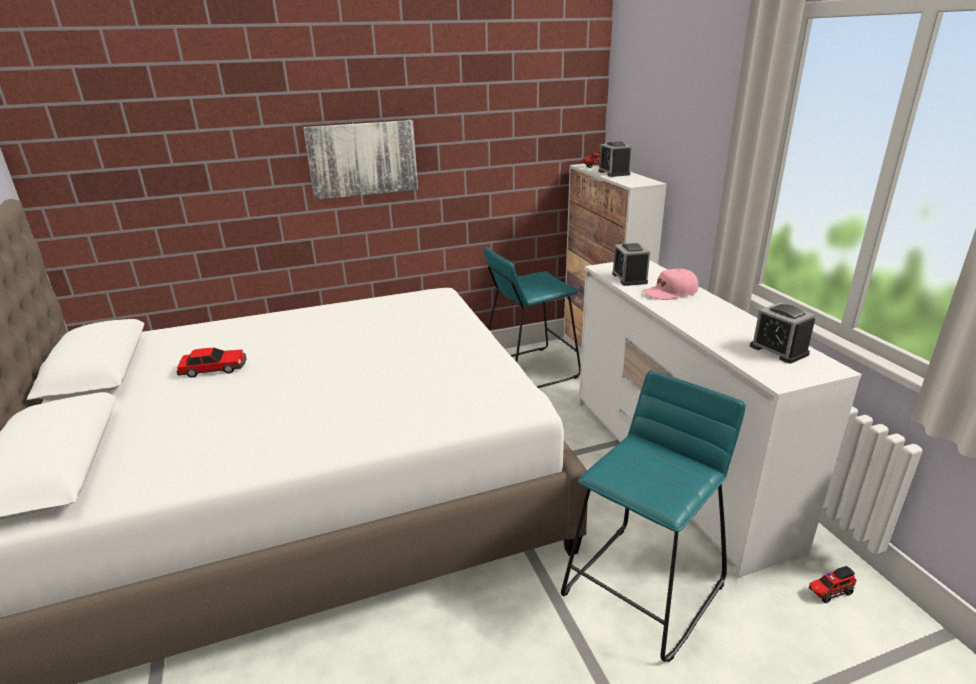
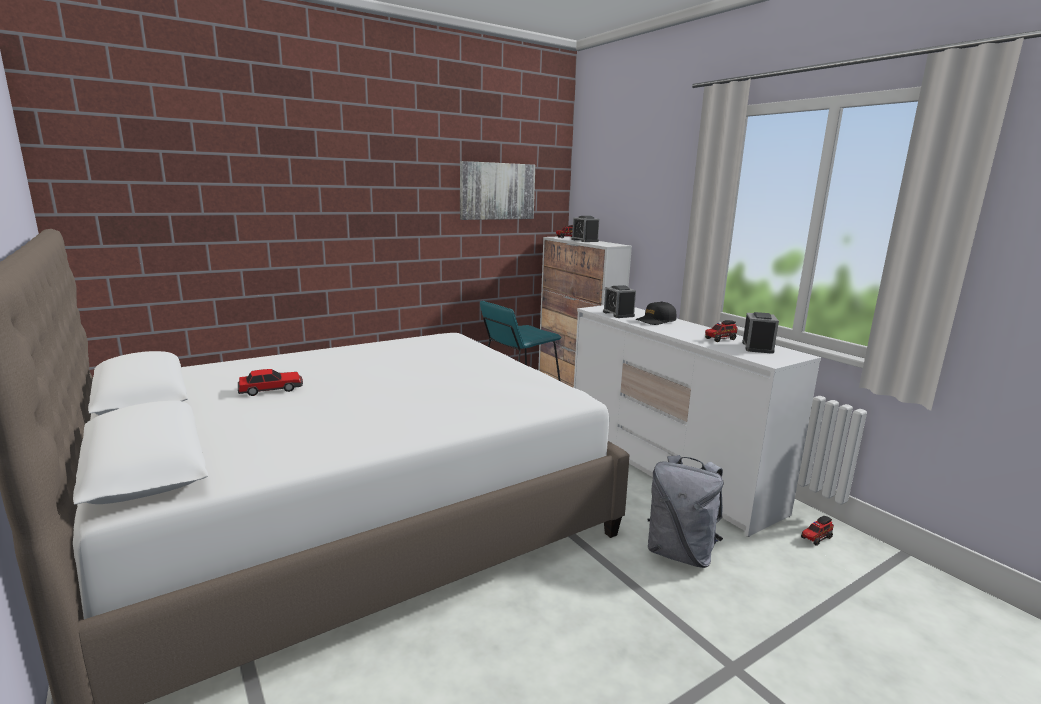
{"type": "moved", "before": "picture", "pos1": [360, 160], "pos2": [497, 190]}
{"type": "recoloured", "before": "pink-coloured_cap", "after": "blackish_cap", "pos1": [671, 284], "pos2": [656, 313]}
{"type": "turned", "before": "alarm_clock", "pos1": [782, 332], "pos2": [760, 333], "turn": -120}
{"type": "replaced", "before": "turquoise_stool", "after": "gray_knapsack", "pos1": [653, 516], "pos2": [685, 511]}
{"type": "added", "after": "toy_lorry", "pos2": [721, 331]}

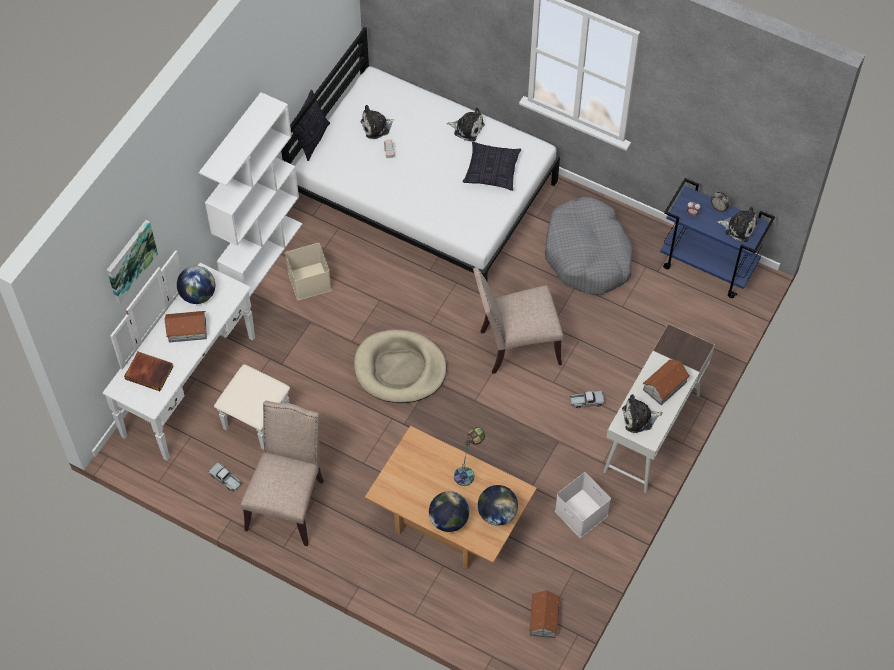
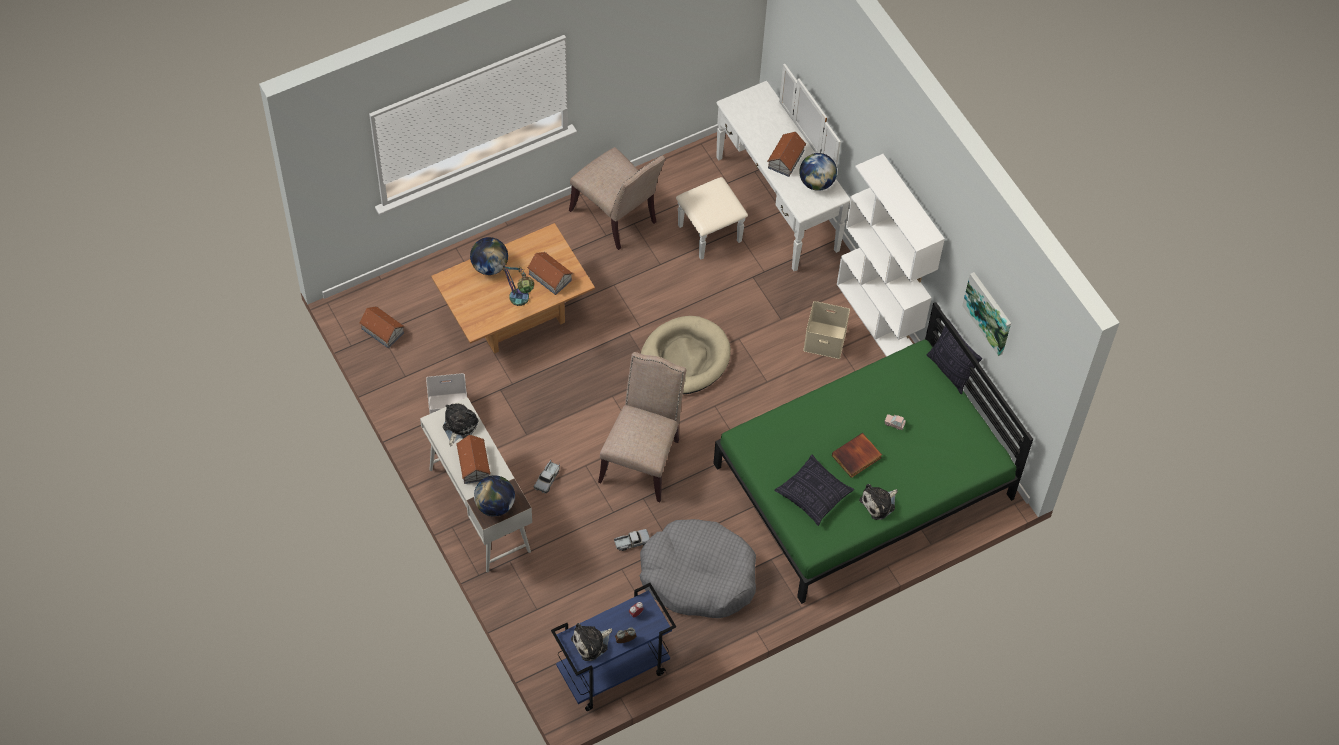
{"type": "recoloured", "before": "white-coloured_sleeping_bed", "after": "green_sleeping_bed", "pos1": [420, 154], "pos2": [873, 453]}
{"type": "removed", "before": "soft_toy", "pos1": [377, 122]}
{"type": "moved", "before": "picture", "pos1": [132, 262], "pos2": [986, 314]}
{"type": "moved", "before": "book", "pos1": [149, 371], "pos2": [857, 455]}
{"type": "moved", "before": "toy_lorry", "pos1": [224, 477], "pos2": [632, 540]}
{"type": "moved", "before": "globe", "pos1": [498, 505], "pos2": [494, 496]}
{"type": "added", "after": "model_house", "pos2": [550, 273]}

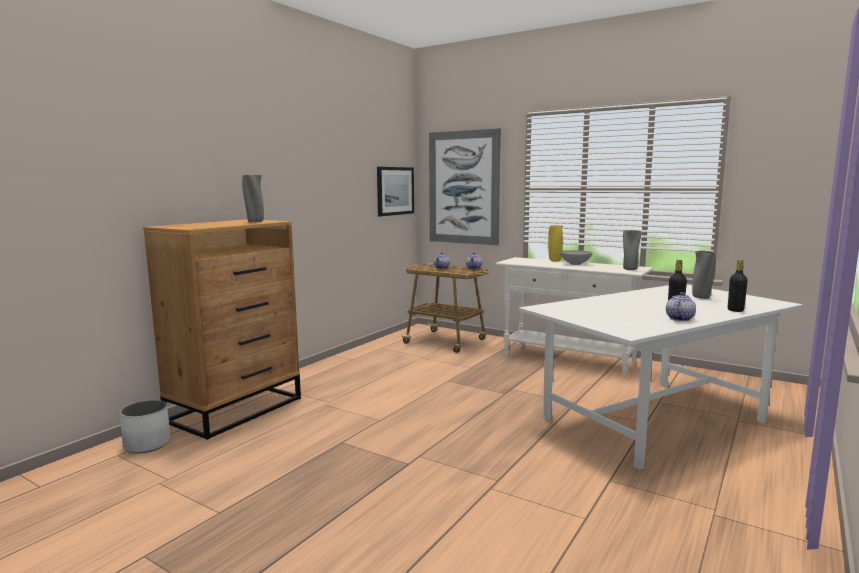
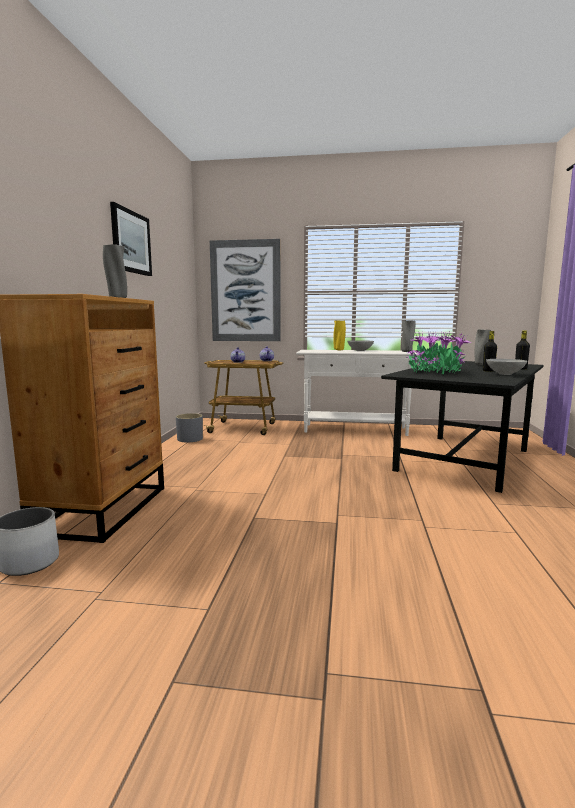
{"type": "moved", "before": "picture", "pos1": [395, 191], "pos2": [131, 239]}
{"type": "recoloured", "before": "white-coloured_dinner_table", "after": "blackish_dinner_table", "pos1": [661, 377], "pos2": [462, 427]}
{"type": "replaced", "before": "teapot", "after": "gray_serving_bowl", "pos1": [681, 306], "pos2": [506, 367]}
{"type": "added", "after": "plant_in_a_pot", "pos2": [439, 352]}
{"type": "added", "after": "gray_flower_pot", "pos2": [189, 427]}

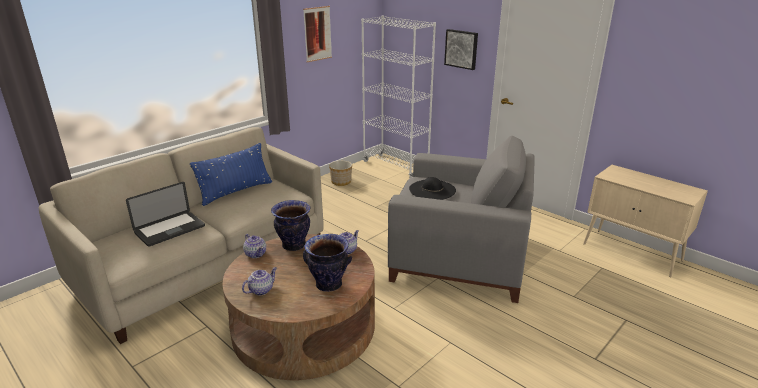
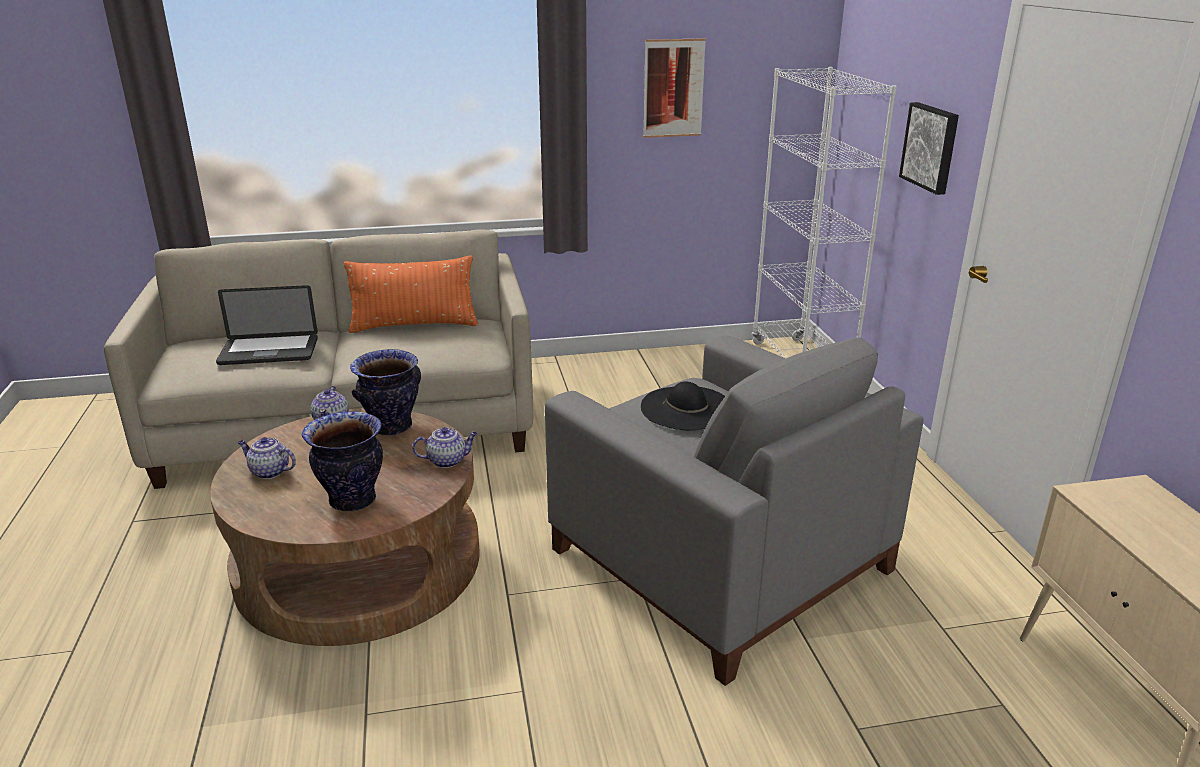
{"type": "recoloured", "before": "blue_throw_pillow", "after": "orange_throw_pillow", "pos1": [231, 174], "pos2": [411, 294]}
{"type": "removed", "before": "flower_pot", "pos1": [340, 173]}
{"type": "turned", "before": "teapot", "pos1": [259, 281], "pos2": [267, 458], "turn": -150}

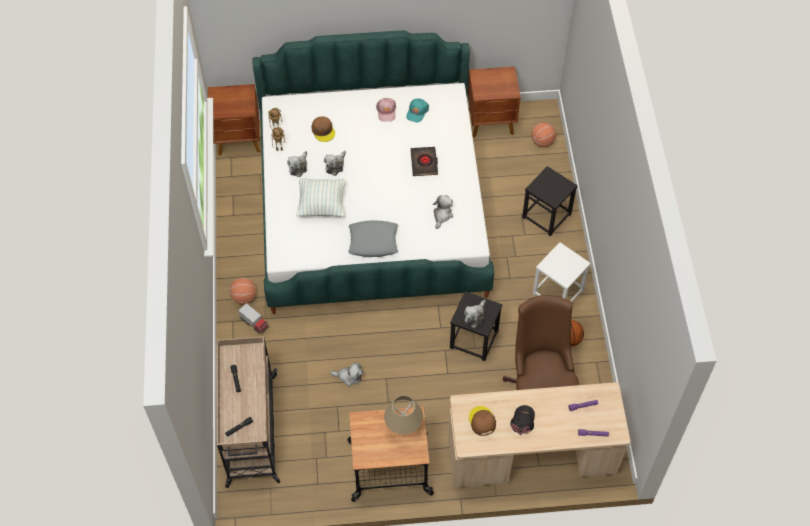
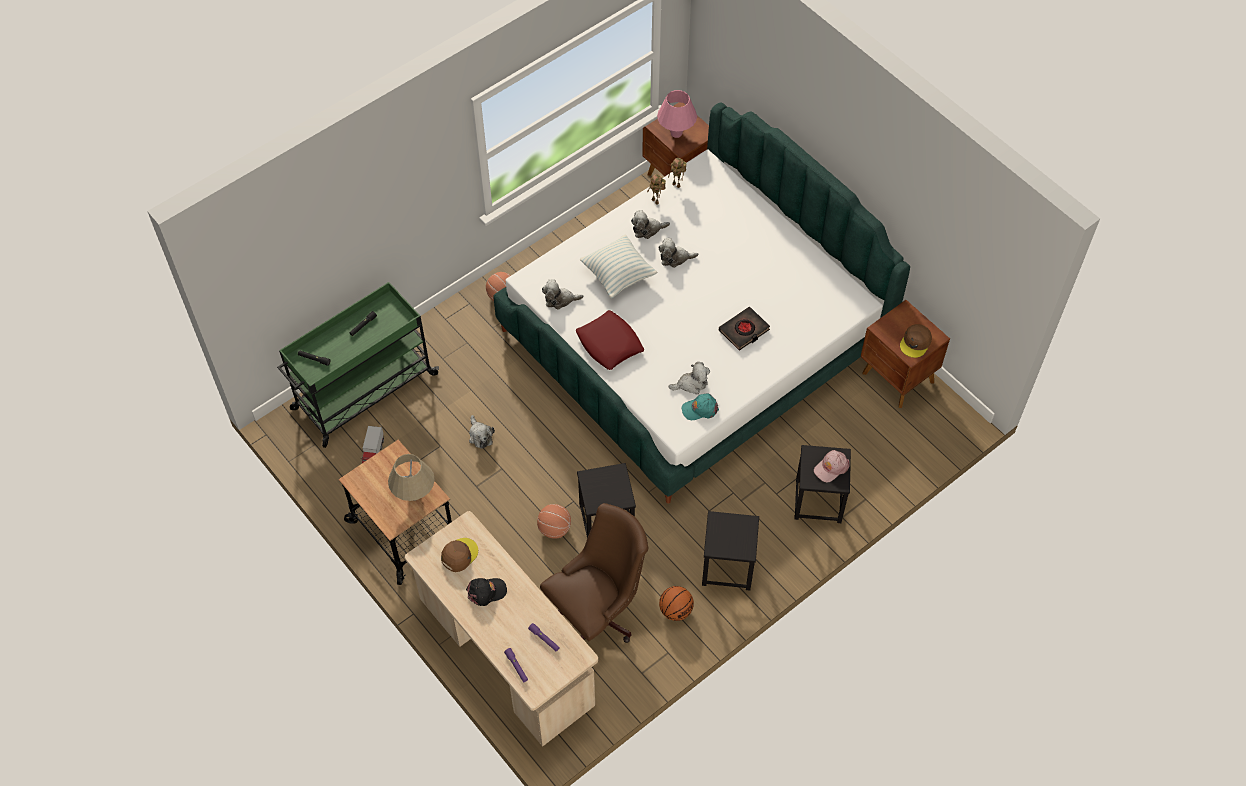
{"type": "moved", "before": "pink-coloured_cap", "pos1": [386, 110], "pos2": [832, 466]}
{"type": "moved", "before": "turquoise_cap", "pos1": [417, 110], "pos2": [700, 406]}
{"type": "moved", "before": "brown_cap", "pos1": [323, 129], "pos2": [916, 341]}
{"type": "moved", "before": "basketball_ball", "pos1": [543, 135], "pos2": [554, 521]}
{"type": "recoloured", "before": "gray_throw_pillow", "after": "red_throw_pillow", "pos1": [373, 239], "pos2": [610, 340]}
{"type": "recoloured", "before": "white-coloured_stool", "after": "blackish_stool", "pos1": [562, 272], "pos2": [730, 551]}
{"type": "moved", "before": "soft_toy", "pos1": [475, 314], "pos2": [563, 294]}
{"type": "moved", "before": "toy_lorry", "pos1": [253, 318], "pos2": [372, 444]}
{"type": "recoloured", "before": "sand-coloured_trolley", "after": "green_trolley", "pos1": [248, 412], "pos2": [358, 365]}
{"type": "added", "after": "pink-coloured_tabletop_lamp", "pos2": [677, 114]}

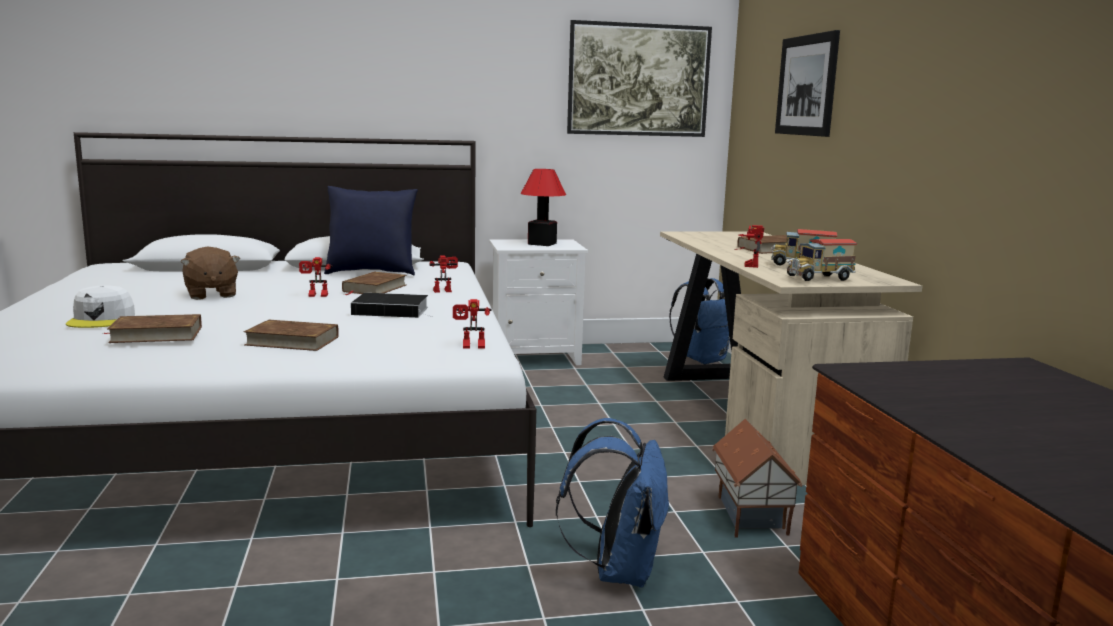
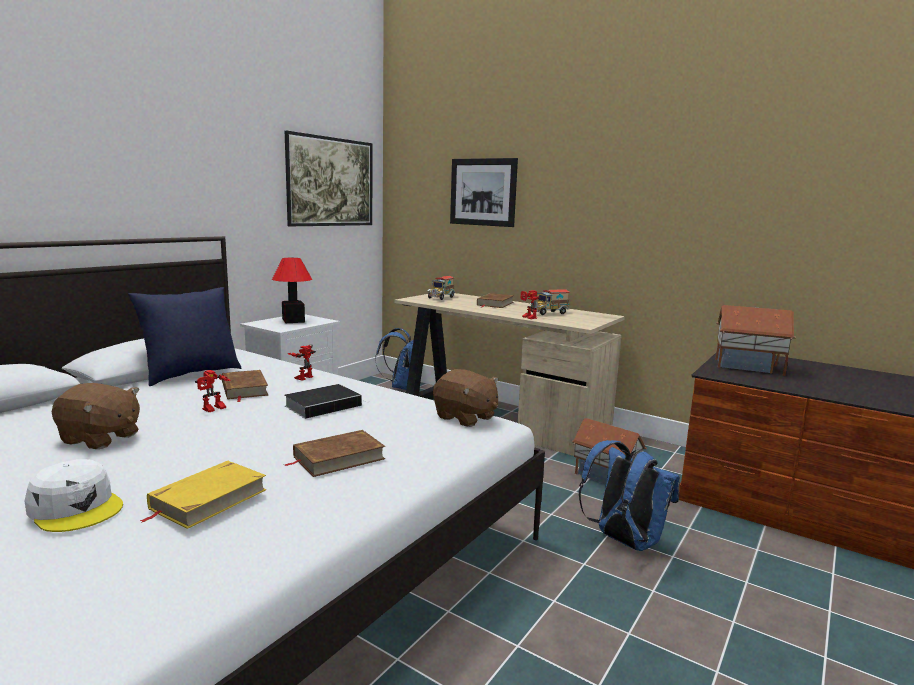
{"type": "moved", "before": "toy_lorry", "pos1": [821, 260], "pos2": [442, 288]}
{"type": "replaced", "before": "toy_robot", "after": "brown_soft_toy", "pos1": [472, 323], "pos2": [466, 398]}
{"type": "recoloured", "before": "brown_book", "after": "yellow_book", "pos1": [153, 328], "pos2": [203, 495]}
{"type": "added", "after": "model_house", "pos2": [755, 340]}

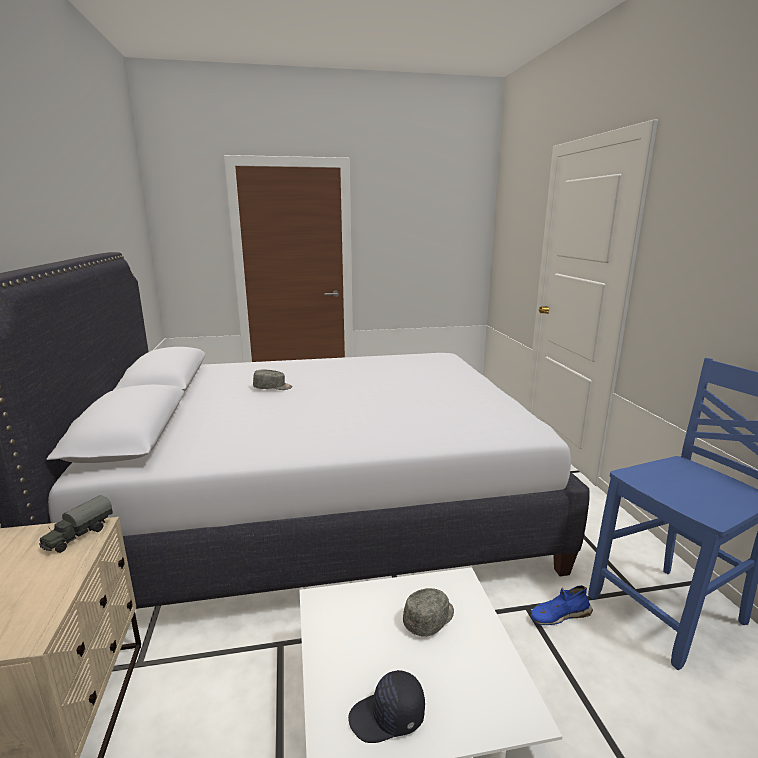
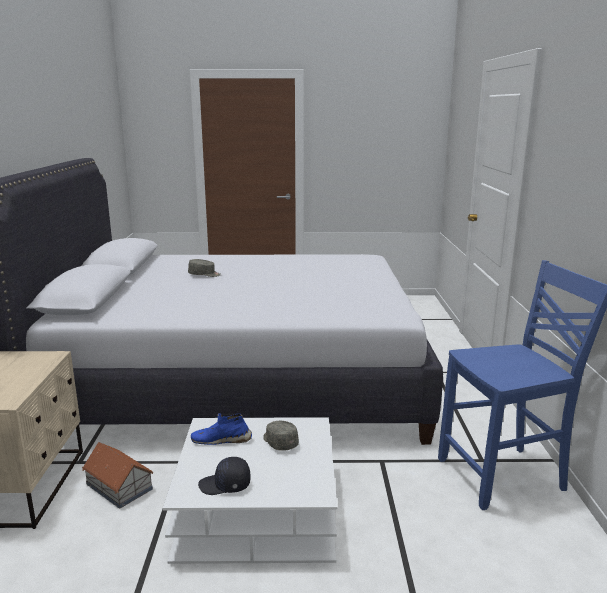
{"type": "removed", "before": "toy_lorry", "pos1": [76, 524]}
{"type": "moved", "before": "blue_low_shoe", "pos1": [561, 605], "pos2": [221, 429]}
{"type": "turned", "before": "gray_cap", "pos1": [428, 612], "pos2": [281, 436], "turn": -90}
{"type": "added", "after": "model_house", "pos2": [117, 475]}

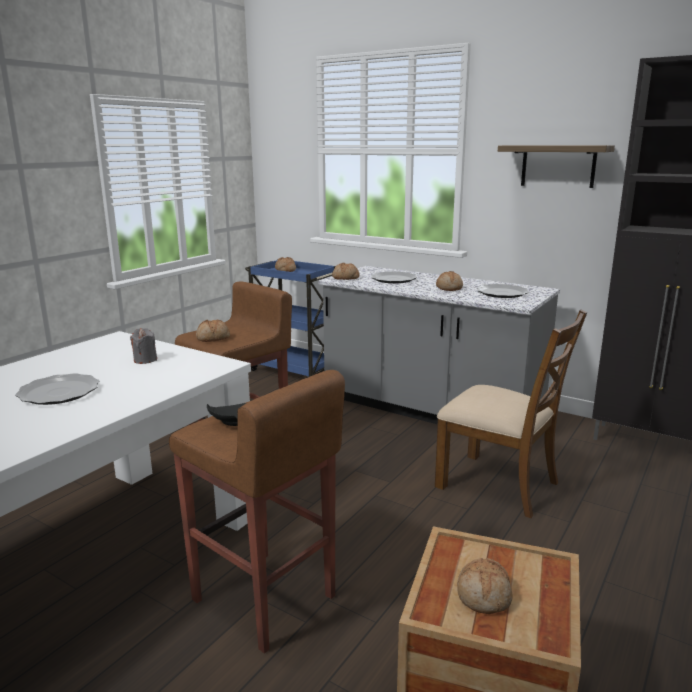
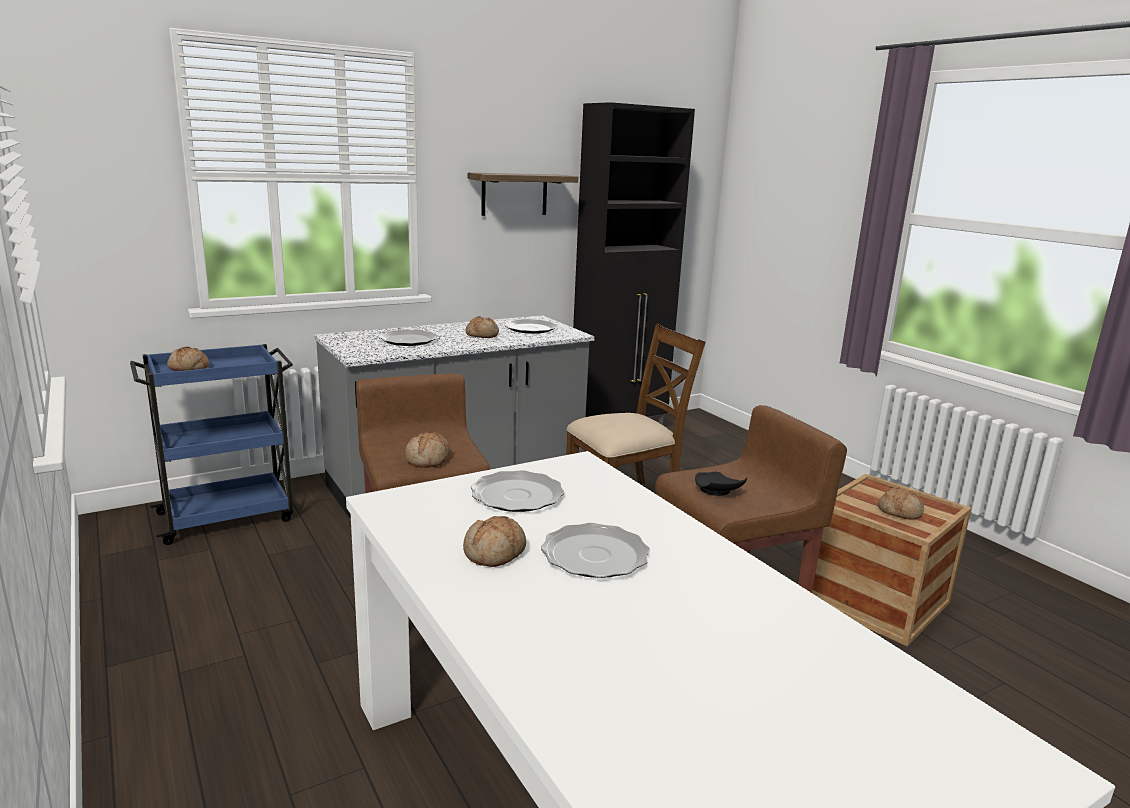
{"type": "moved", "before": "bread", "pos1": [346, 271], "pos2": [494, 541]}
{"type": "replaced", "before": "gray_candle", "after": "flat_dish", "pos1": [143, 346], "pos2": [518, 491]}

